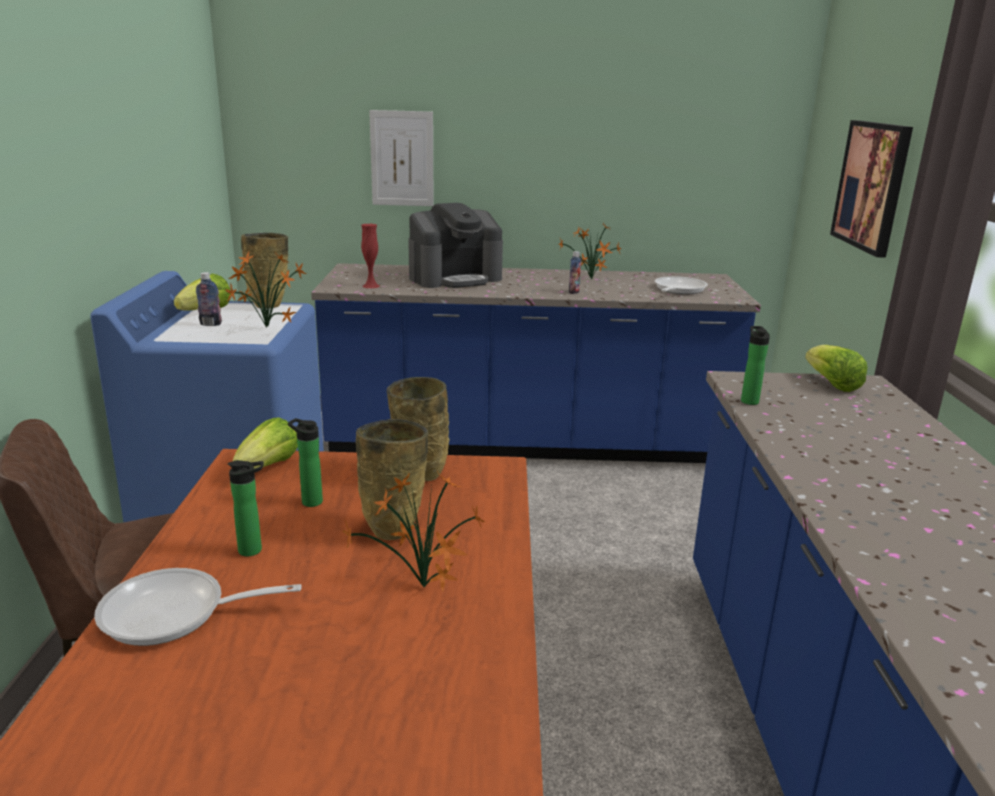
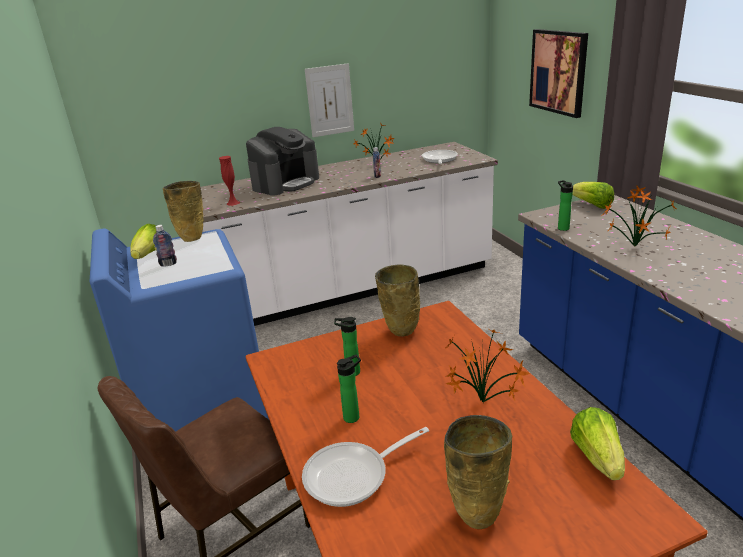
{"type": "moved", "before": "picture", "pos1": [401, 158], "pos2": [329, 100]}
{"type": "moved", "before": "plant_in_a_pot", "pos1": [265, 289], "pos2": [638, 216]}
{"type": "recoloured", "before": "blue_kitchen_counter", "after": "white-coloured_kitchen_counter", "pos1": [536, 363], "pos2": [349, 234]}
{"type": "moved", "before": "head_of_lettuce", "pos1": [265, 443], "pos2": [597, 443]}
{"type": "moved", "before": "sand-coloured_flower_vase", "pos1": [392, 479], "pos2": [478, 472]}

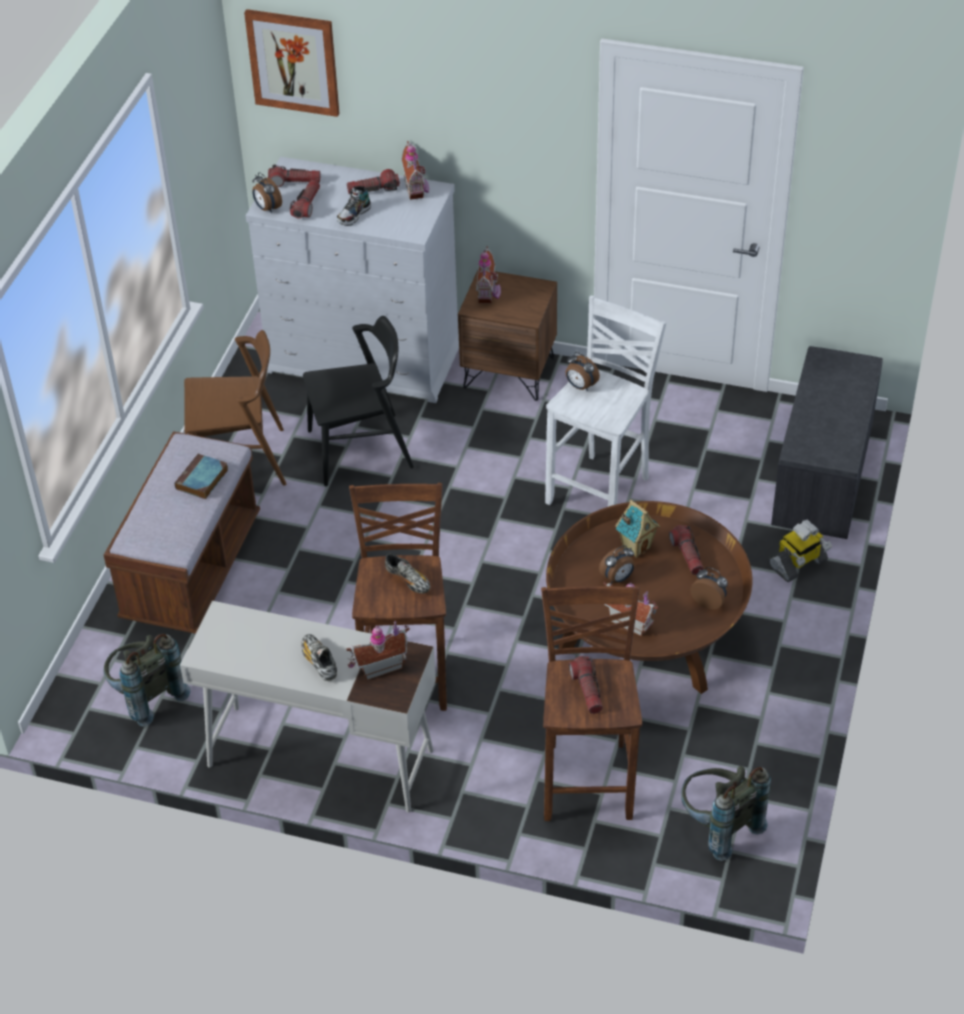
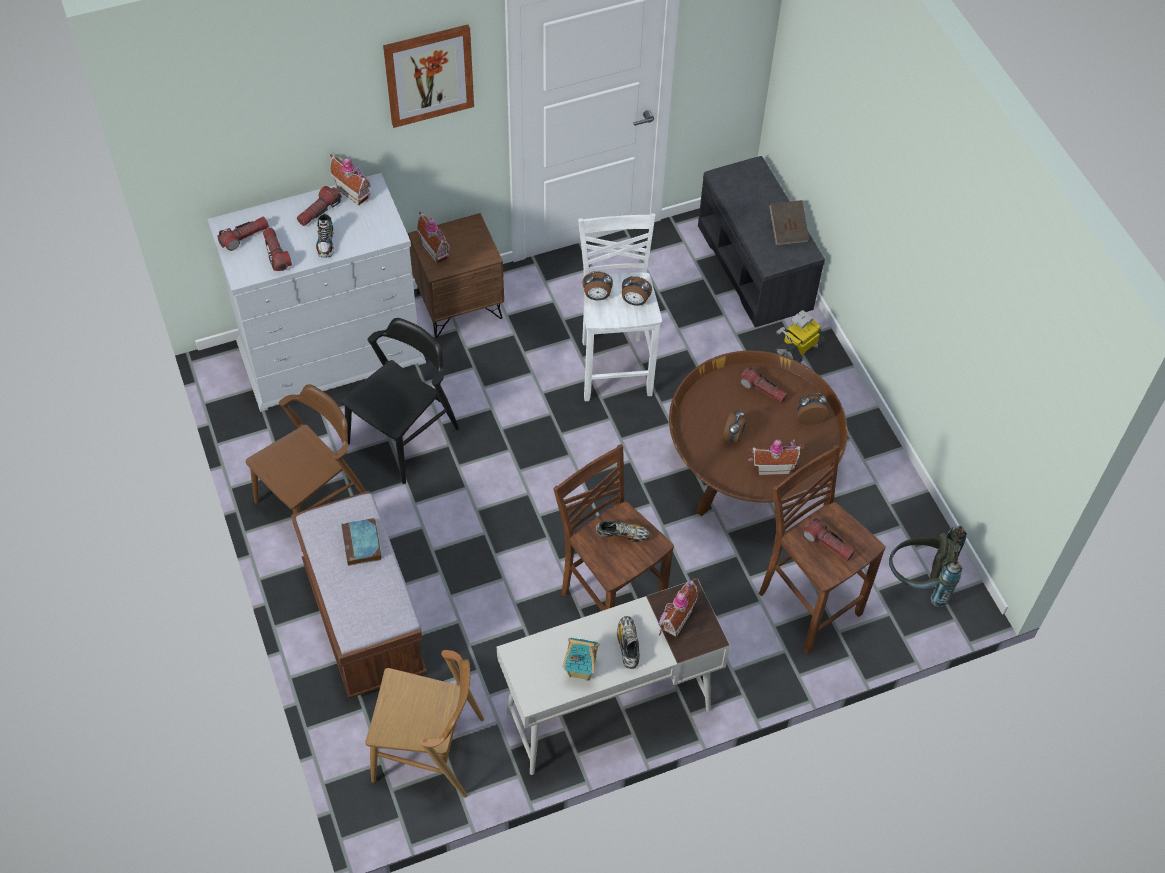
{"type": "moved", "before": "picture", "pos1": [291, 63], "pos2": [428, 76]}
{"type": "moved", "before": "alarm_clock", "pos1": [267, 192], "pos2": [637, 291]}
{"type": "moved", "before": "model_house", "pos1": [637, 529], "pos2": [581, 659]}
{"type": "turned", "before": "toy_robot", "pos1": [800, 551], "pos2": [800, 336], "turn": -150}
{"type": "replaced", "before": "gray_knapsack", "after": "brown_upright_chair", "pos1": [147, 680], "pos2": [424, 724]}
{"type": "turned", "before": "low_shoe", "pos1": [319, 657], "pos2": [628, 642], "turn": 60}
{"type": "added", "after": "brown_book", "pos2": [789, 222]}

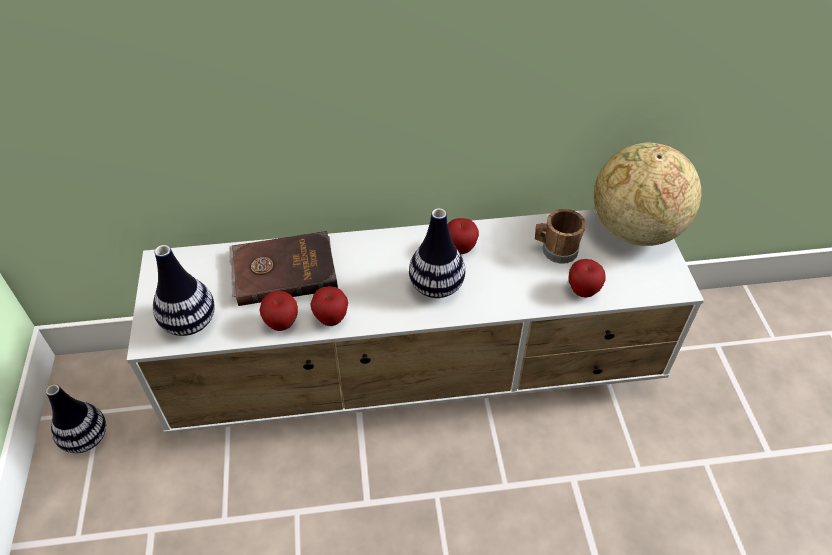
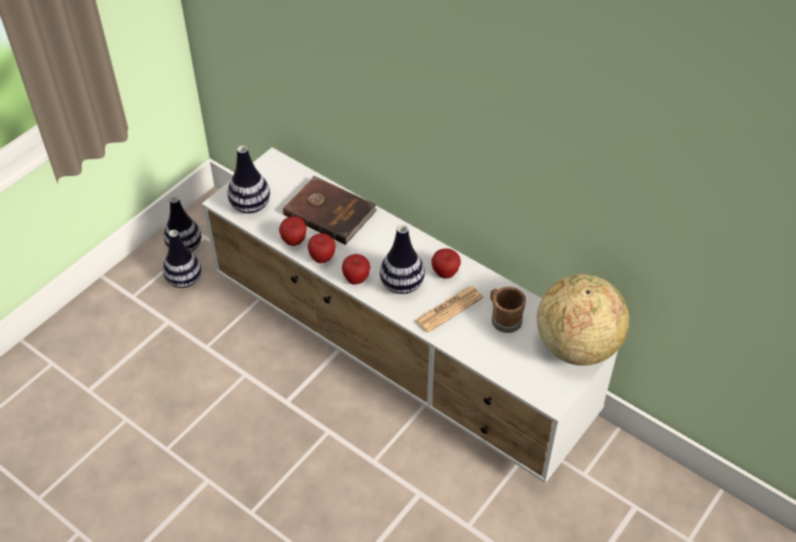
{"type": "moved", "before": "whole_apple", "pos1": [587, 278], "pos2": [356, 269]}
{"type": "added", "after": "flower_vase", "pos2": [182, 259]}
{"type": "added", "after": "newspaper", "pos2": [449, 309]}

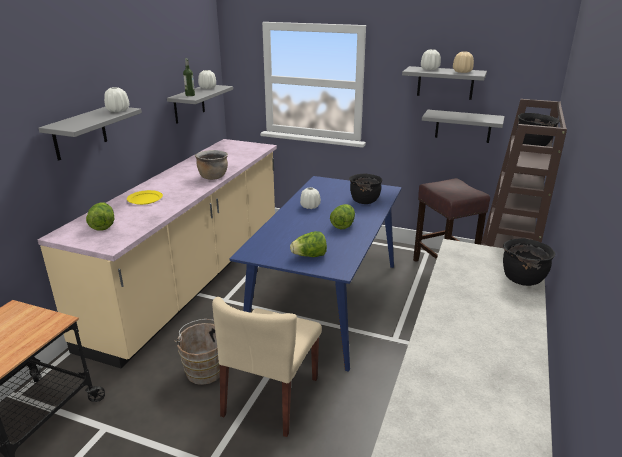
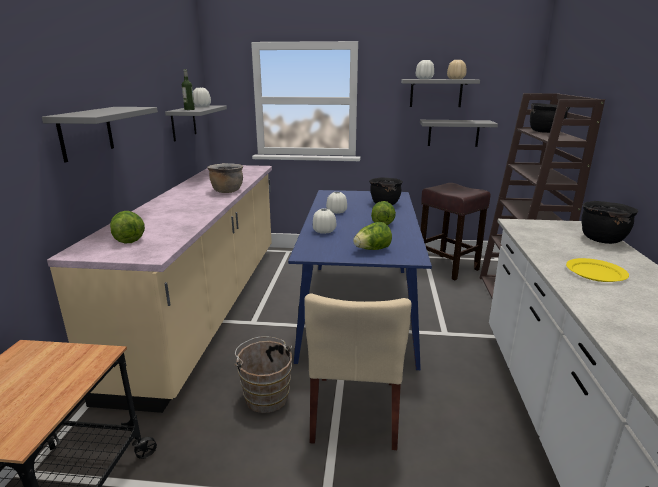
{"type": "moved", "before": "white-coloured_flower_vase", "pos1": [116, 99], "pos2": [324, 221]}
{"type": "moved", "before": "yellow_flat_dish", "pos1": [145, 197], "pos2": [597, 270]}

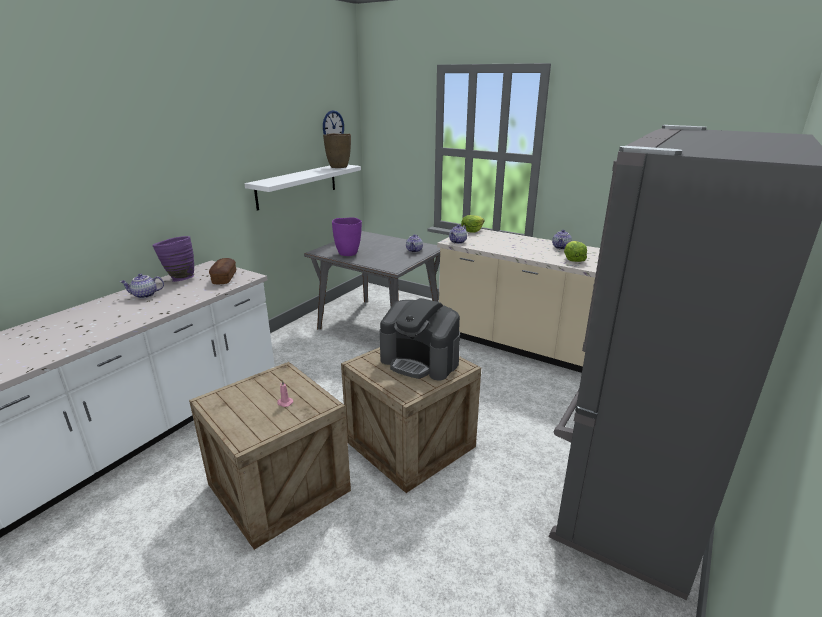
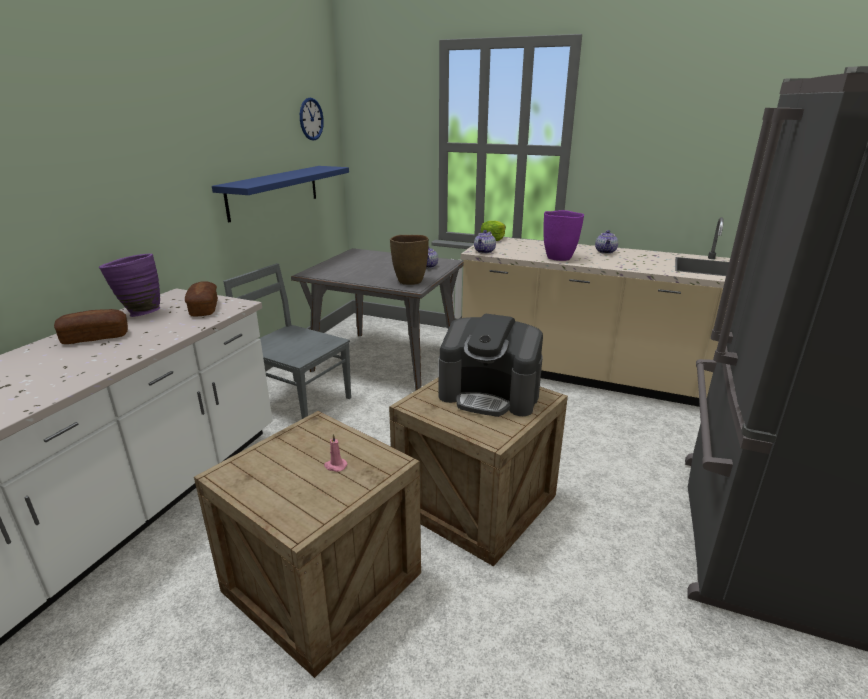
{"type": "moved", "before": "brown_flower_vase", "pos1": [337, 150], "pos2": [409, 260]}
{"type": "recoloured", "before": "white-coloured_shelf", "after": "blue_shelf", "pos1": [303, 188], "pos2": [280, 194]}
{"type": "moved", "before": "purple_flower_vase", "pos1": [347, 236], "pos2": [563, 235]}
{"type": "removed", "before": "head_of_lettuce", "pos1": [575, 251]}
{"type": "replaced", "before": "teapot", "after": "bread", "pos1": [142, 286], "pos2": [91, 326]}
{"type": "added", "after": "gray_upright_chair", "pos2": [287, 341]}

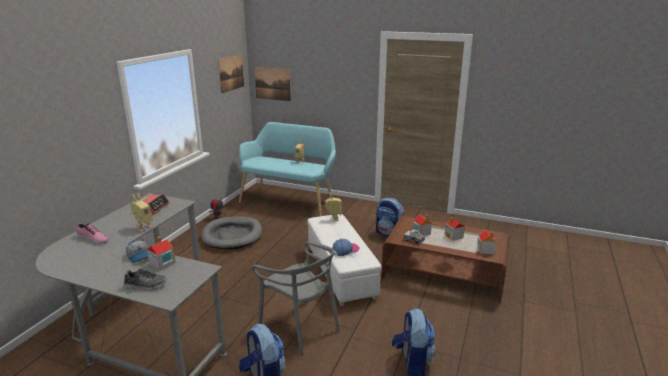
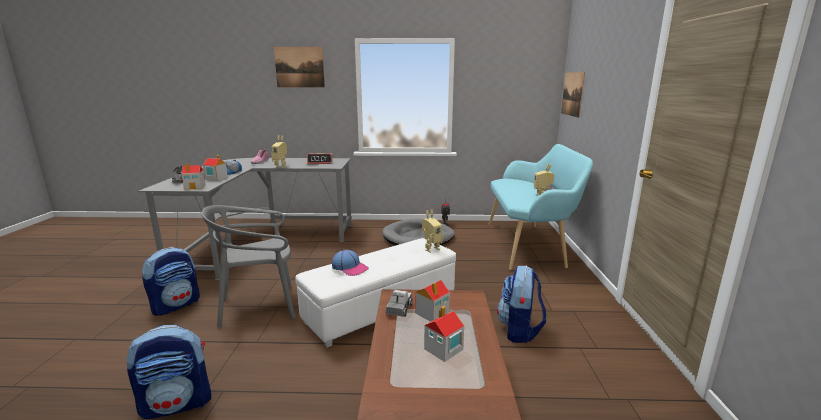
{"type": "moved", "before": "picture", "pos1": [231, 74], "pos2": [299, 66]}
{"type": "moved", "before": "model_house", "pos1": [486, 242], "pos2": [193, 176]}
{"type": "turned", "before": "gray_upright_chair", "pos1": [296, 298], "pos2": [249, 266], "turn": 45}

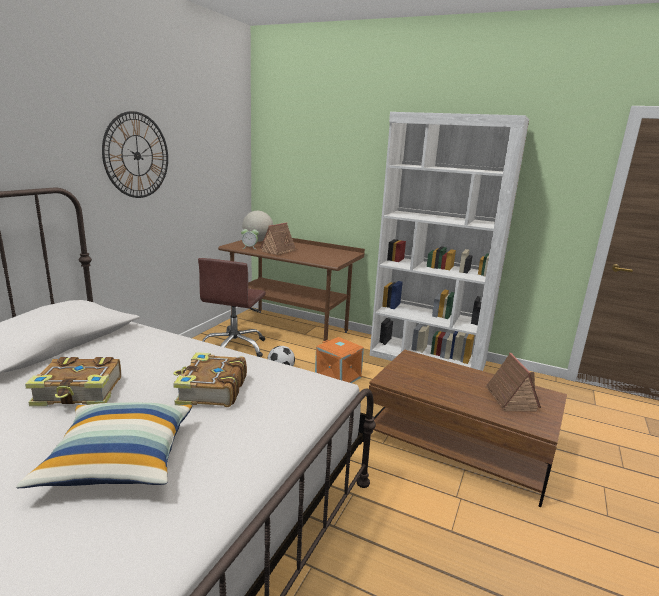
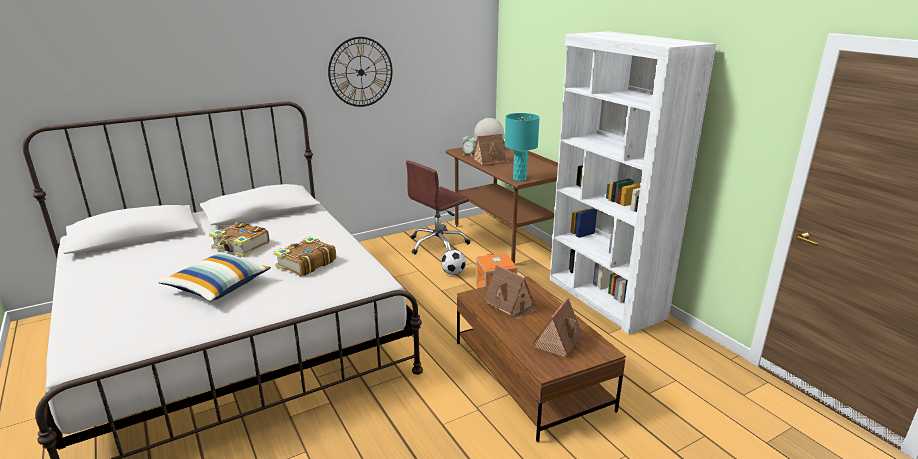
{"type": "added", "after": "turquoise_tabletop_lamp", "pos2": [522, 147]}
{"type": "added", "after": "model_house", "pos2": [510, 292]}

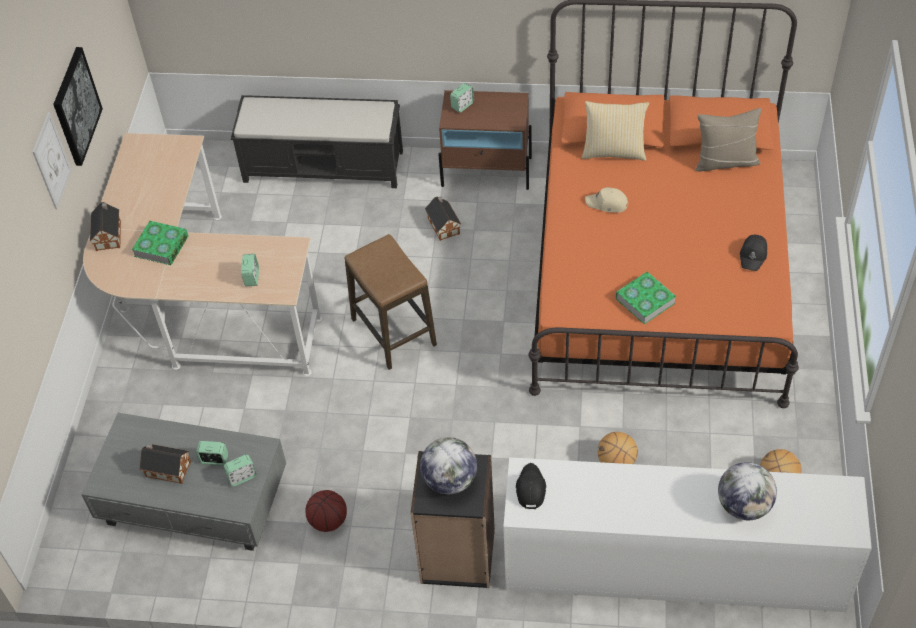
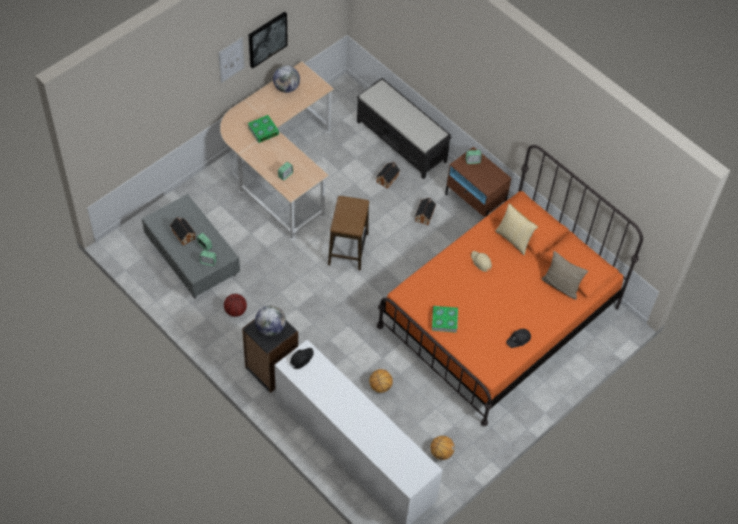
{"type": "moved", "before": "model_house", "pos1": [105, 226], "pos2": [388, 175]}
{"type": "moved", "before": "globe", "pos1": [747, 491], "pos2": [286, 79]}

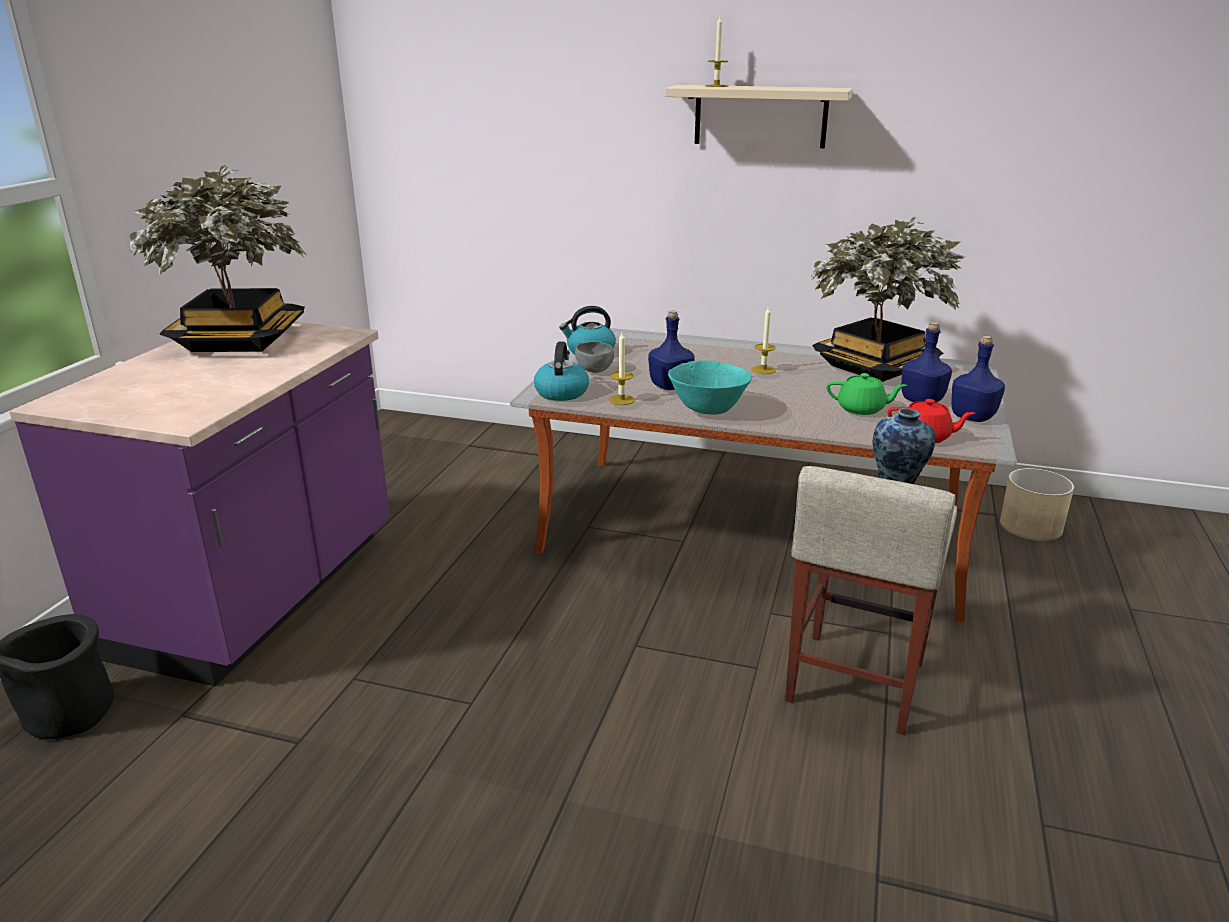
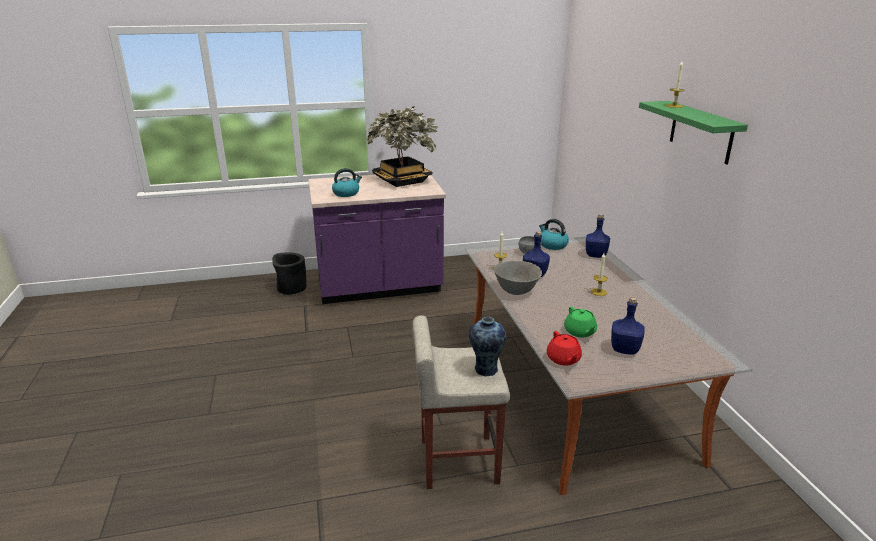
{"type": "recoloured", "before": "sand-coloured_shelf", "after": "green_shelf", "pos1": [759, 116], "pos2": [693, 132]}
{"type": "removed", "before": "plant_in_a_pot", "pos1": [888, 299]}
{"type": "moved", "before": "blue_bottle", "pos1": [978, 379], "pos2": [598, 236]}
{"type": "moved", "before": "kettle", "pos1": [561, 371], "pos2": [347, 182]}
{"type": "recoloured", "before": "turquoise_serving_bowl", "after": "gray_serving_bowl", "pos1": [710, 387], "pos2": [518, 278]}
{"type": "removed", "before": "sand-coloured_flower_pot", "pos1": [1037, 504]}

